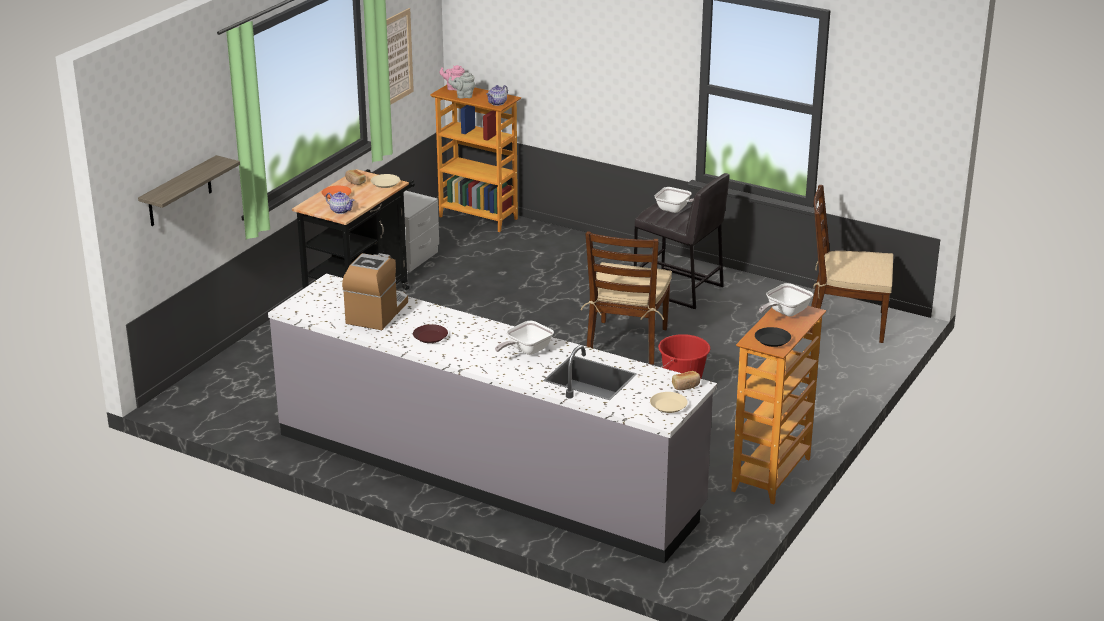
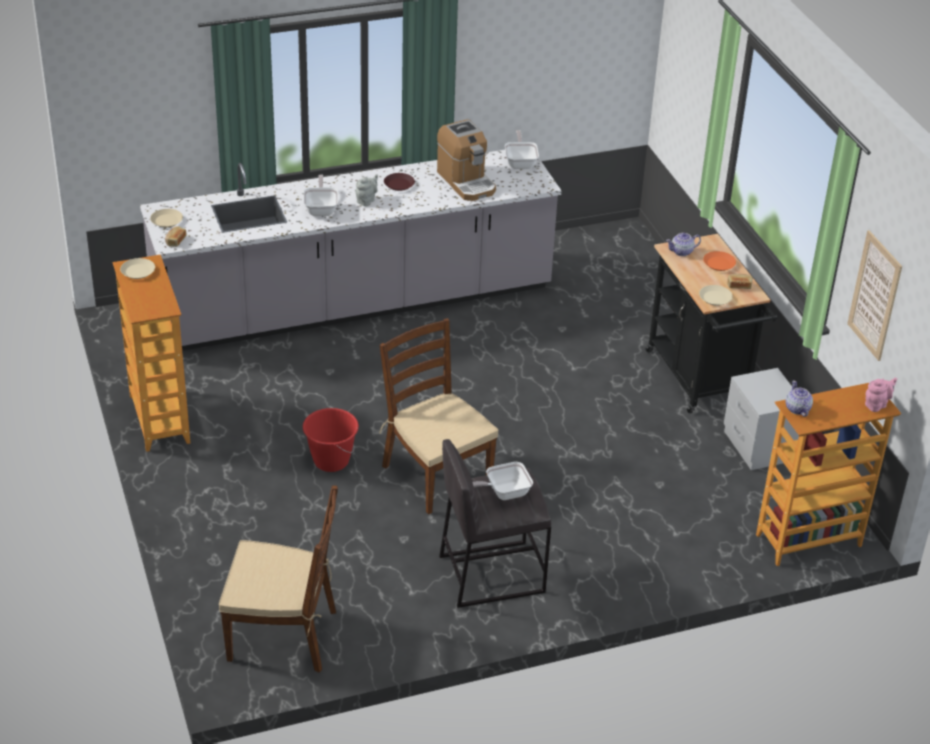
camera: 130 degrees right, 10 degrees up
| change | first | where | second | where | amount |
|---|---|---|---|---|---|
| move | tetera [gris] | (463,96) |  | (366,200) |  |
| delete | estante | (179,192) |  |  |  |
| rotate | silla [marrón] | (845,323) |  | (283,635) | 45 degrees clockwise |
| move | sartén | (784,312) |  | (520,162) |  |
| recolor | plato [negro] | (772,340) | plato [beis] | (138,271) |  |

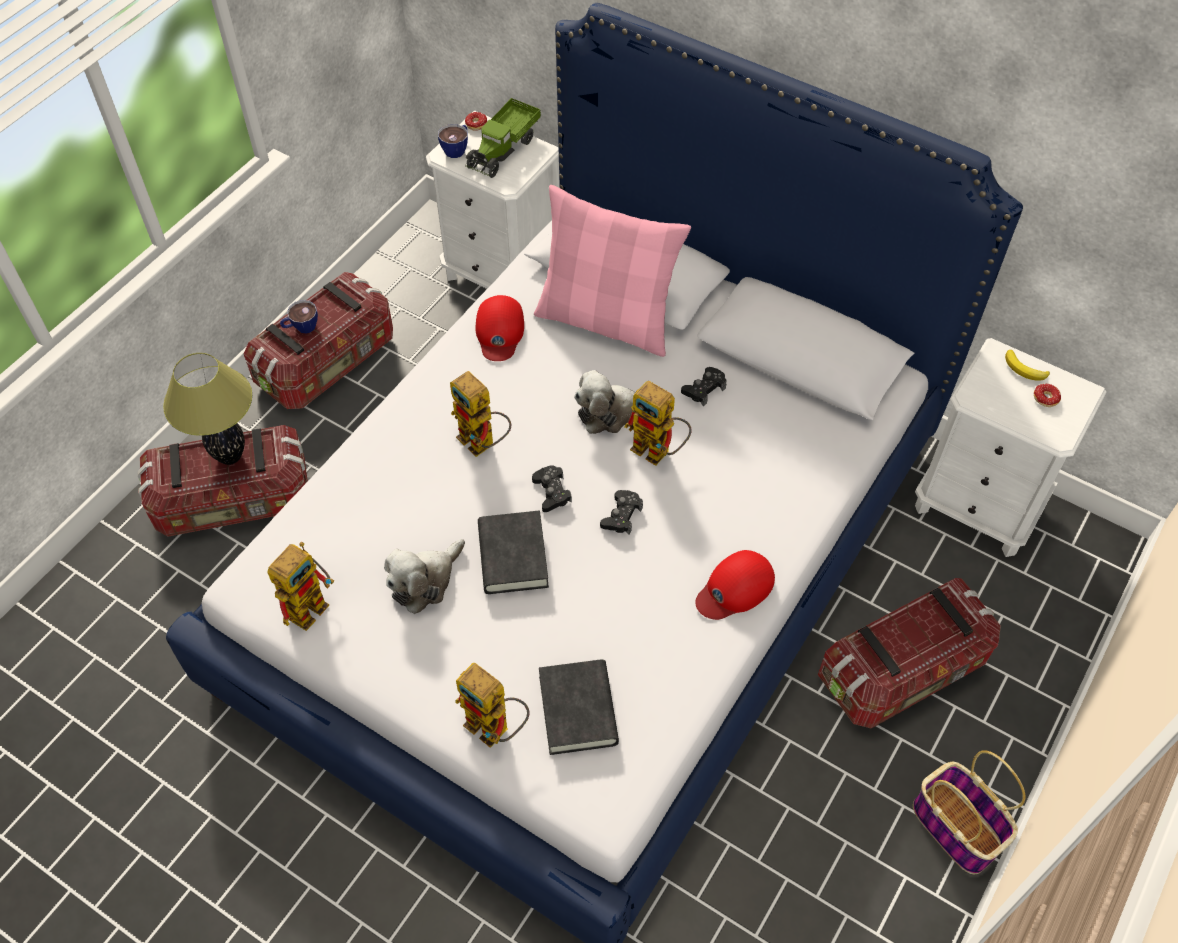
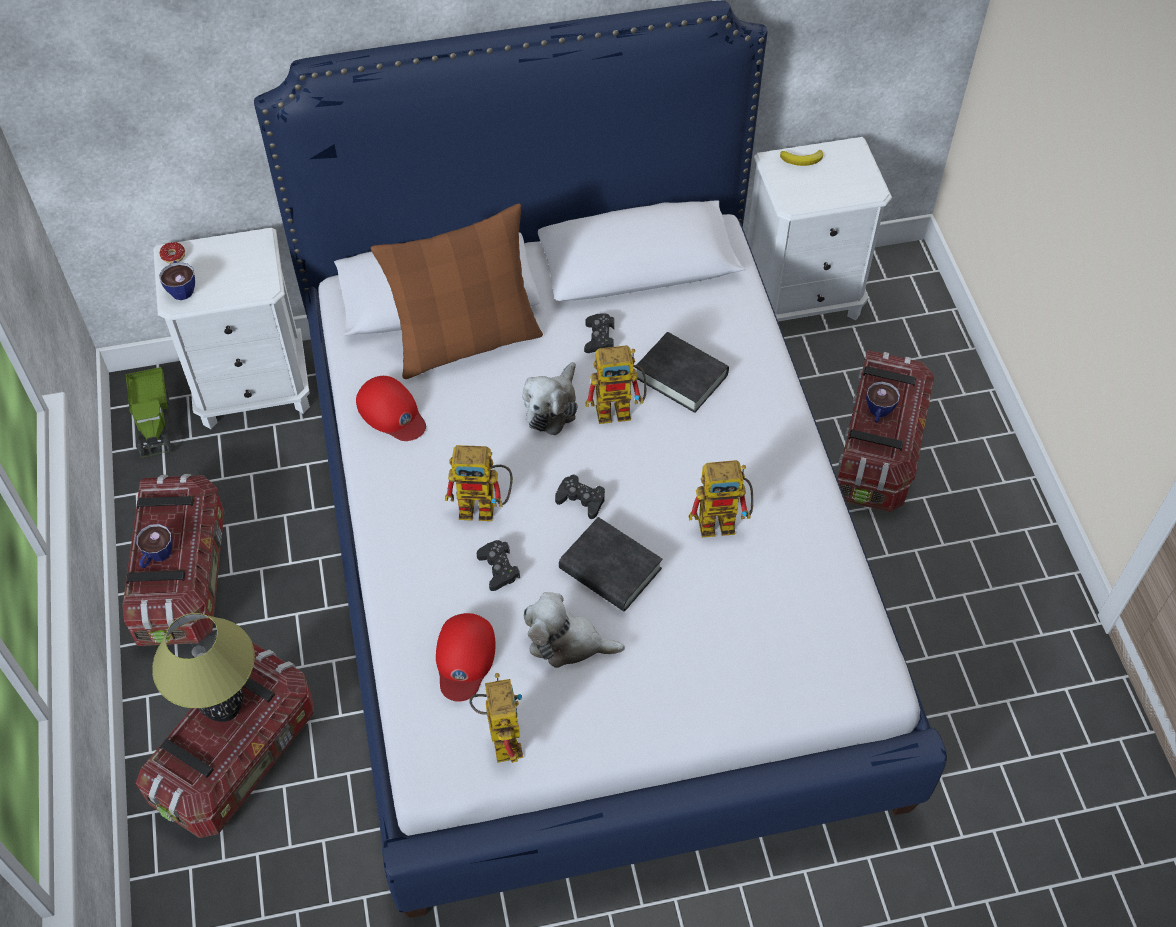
camera: 45 degrees left, 0 degrees up
| change | first | where | second | where | amount |
|---|---|---|---|---|---|
| move | camión de juguete | (504,150) |  | (154,421) |  |
| recolor | cojín [rosa] | (606,321) | cojín [marrón] | (466,341) |  |
| delete | rosquilla | (1042,400) |  |  |  |
| move | mando de consola [negro] | (621,516) |  | (498,568) |  |
| rotate | peluche | (425,581) |  | (567,642) | 105 degrees clockwise |
| move | gorra [rojo] | (735,588) |  | (464,658) |  |
| move | libro [negro] | (578,710) |  | (681,376) |  |
| move | robot de juguete | (495,729) |  | (724,521) |  |
| delete | cesta | (957,828) |  |  |  |
| insert |  |  | taza | (878,413) |  |

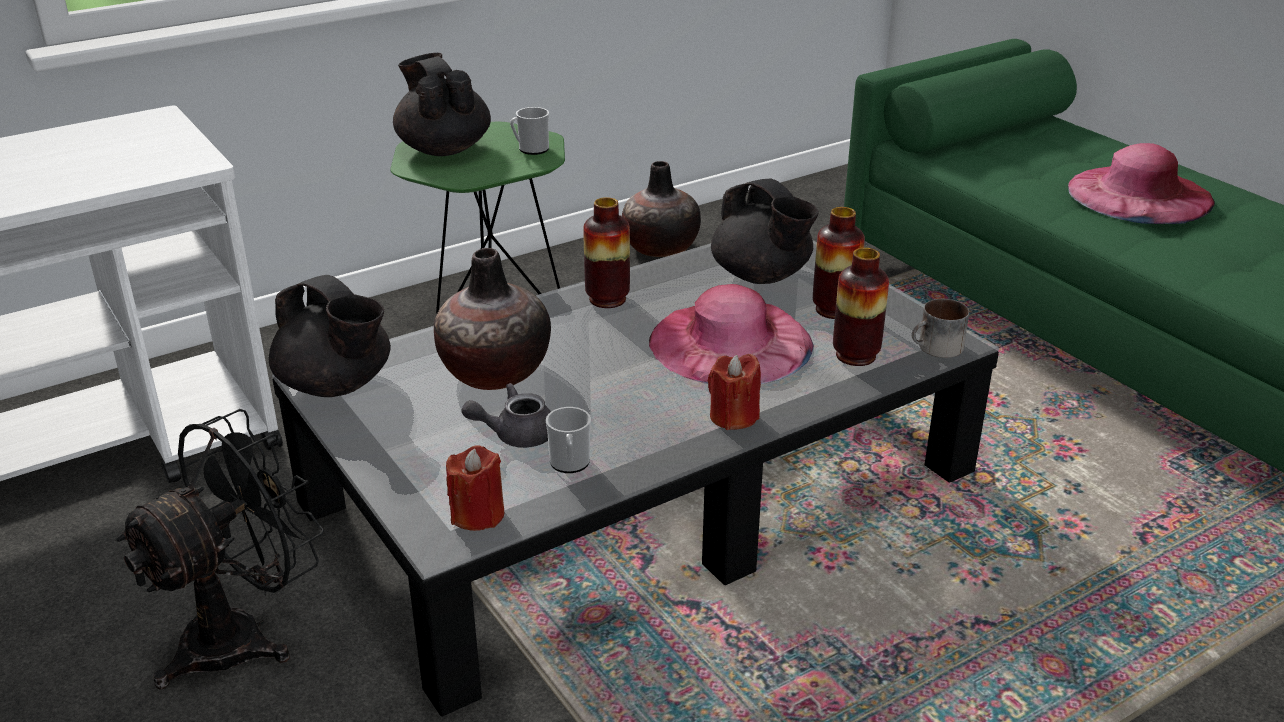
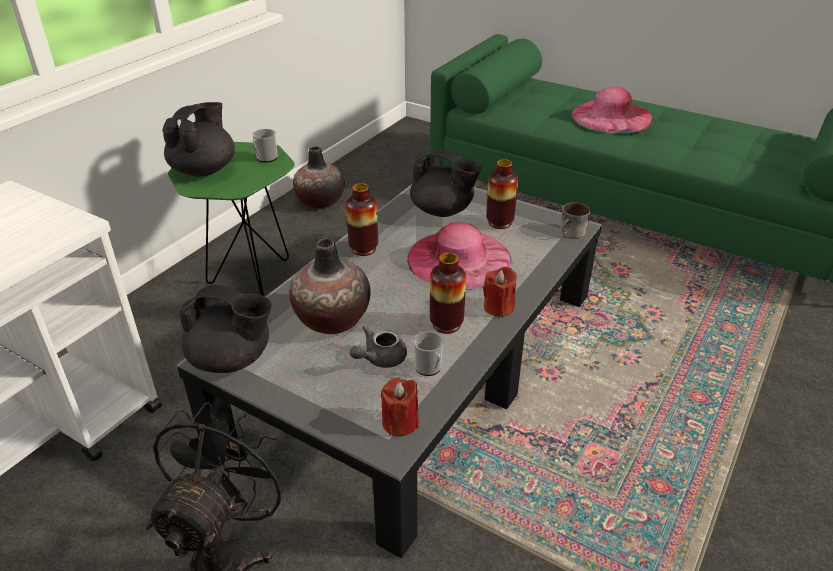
camera: 25 degrees left, 5 degrees up
| change | first | where | second | where | amount |
|---|---|---|---|---|---|
| rotate | tetera [negro] | (443,149) |  | (204,170) | 75 degrees clockwise |
| move | florero | (855,355) |  | (446,324) |  |

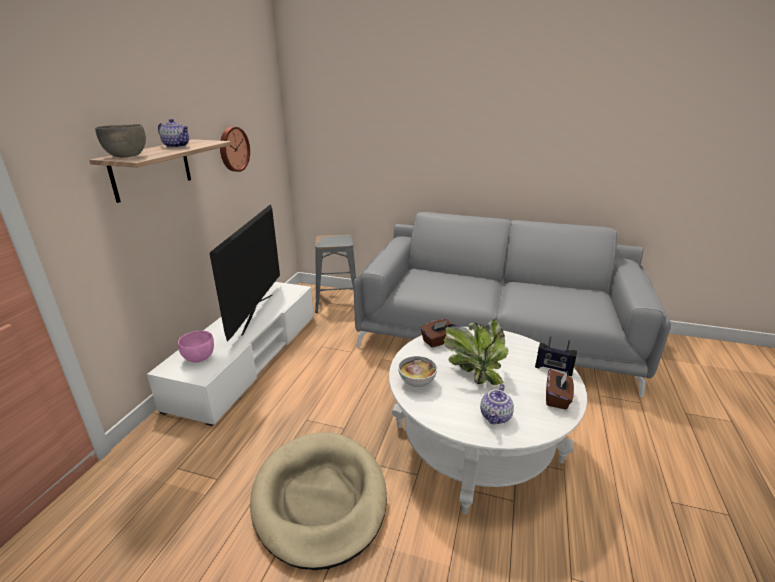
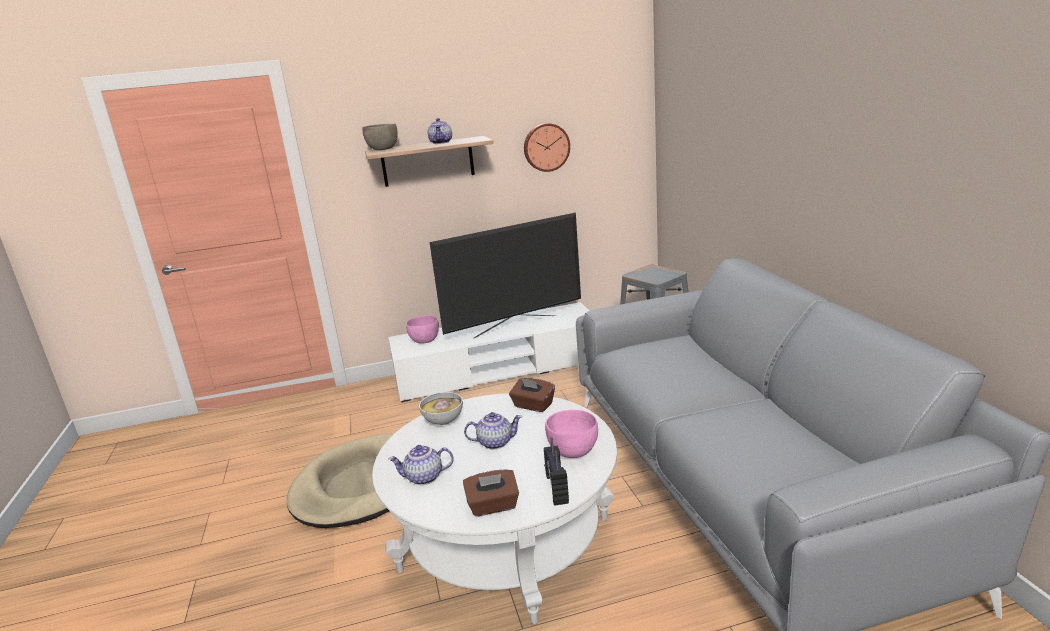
camera: 60 degrees right, 5 degrees down
| change | first | where | second | where | amount |
|---|---|---|---|---|---|
| replace | planta en maceta | (474,371) | tetera | (495,442) |  |
| insert |  |  | cuenco [rosa] | (573,452) |  |

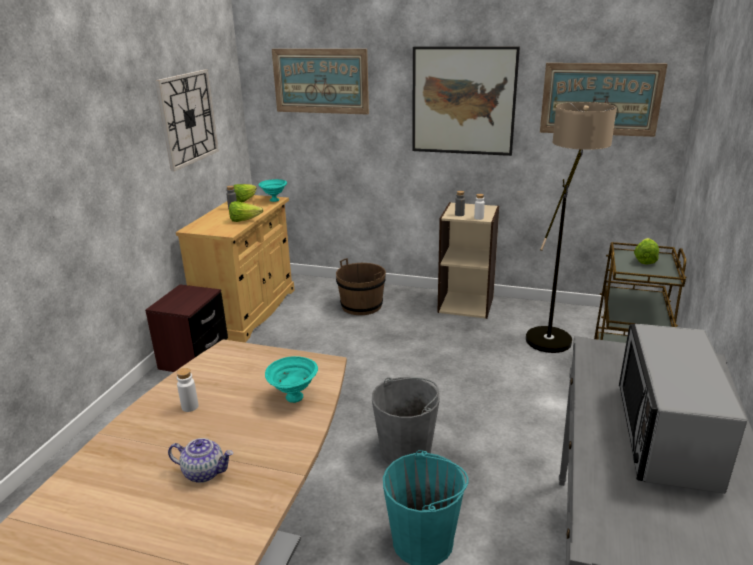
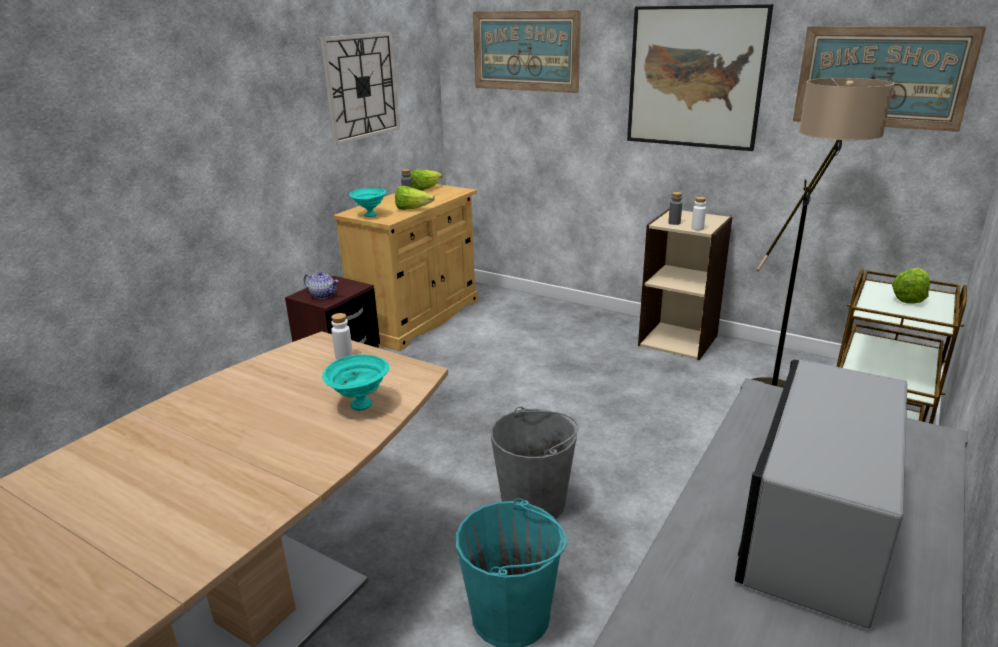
camera: 15 degrees right, 0 degrees up
| change | first | where | second | where | amount |
|---|---|---|---|---|---|
| move | cuenco [turquesa] | (274,200) |  | (370,215) |  |
| delete | cubo [marrón] | (361,306) |  |  |  |
| move | botella [blanco] | (190,407) |  | (344,357) |  |
| move | tetera | (204,472) |  | (323,295) |  |

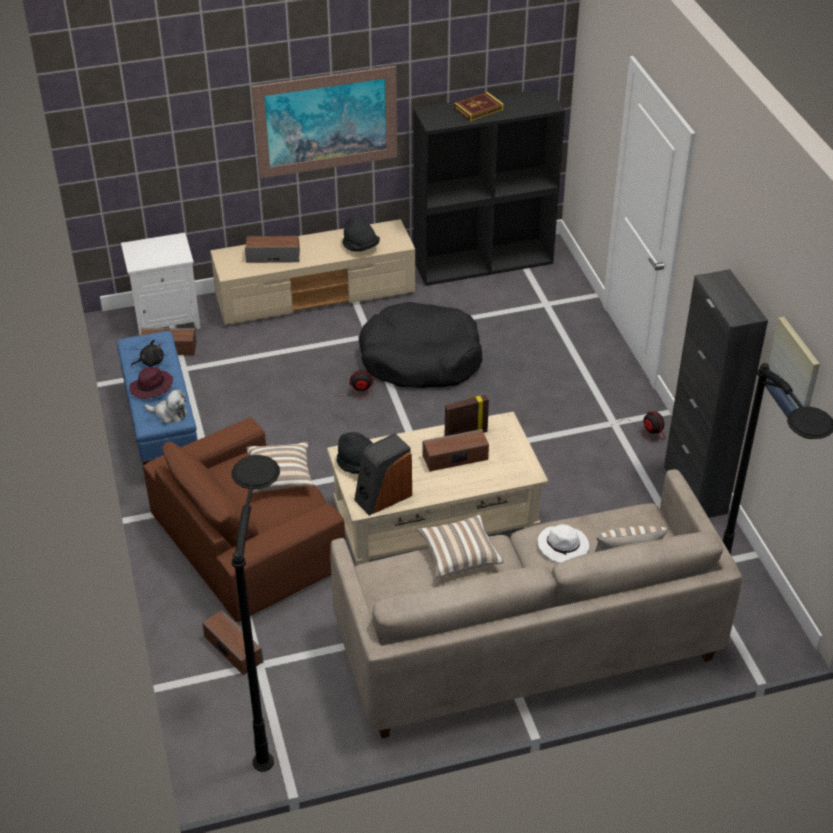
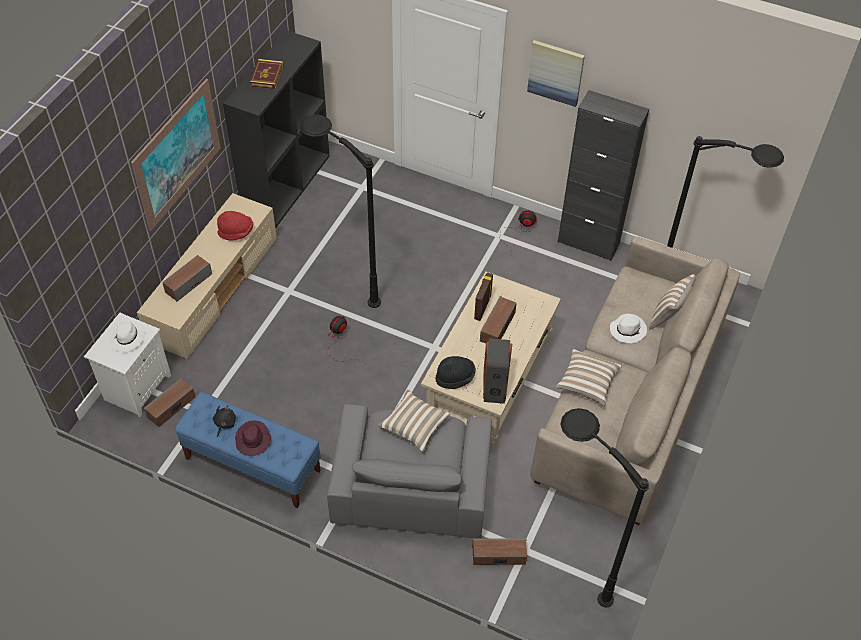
camera: 50 degrees left, 10 degrees up
| change | first | where | second | where | amount |
|---|---|---|---|---|---|
| recolor | sombrero [negro] | (360,247) | sombrero [rojo] | (236,232) |  |
| replace | cama para perro [negro] | (420,359) | lámpara de pie [negro] | (341,282) |  |
| move | cuadro | (793,374) |  | (556,72) |  |
| delete | peluche | (169,414) |  |  |  |
| recolor | sillón [marrón] | (248,540) | sillón [gris] | (411,484) |  |
| insert |  |  | sombrero [blanco] | (128,338) |  |

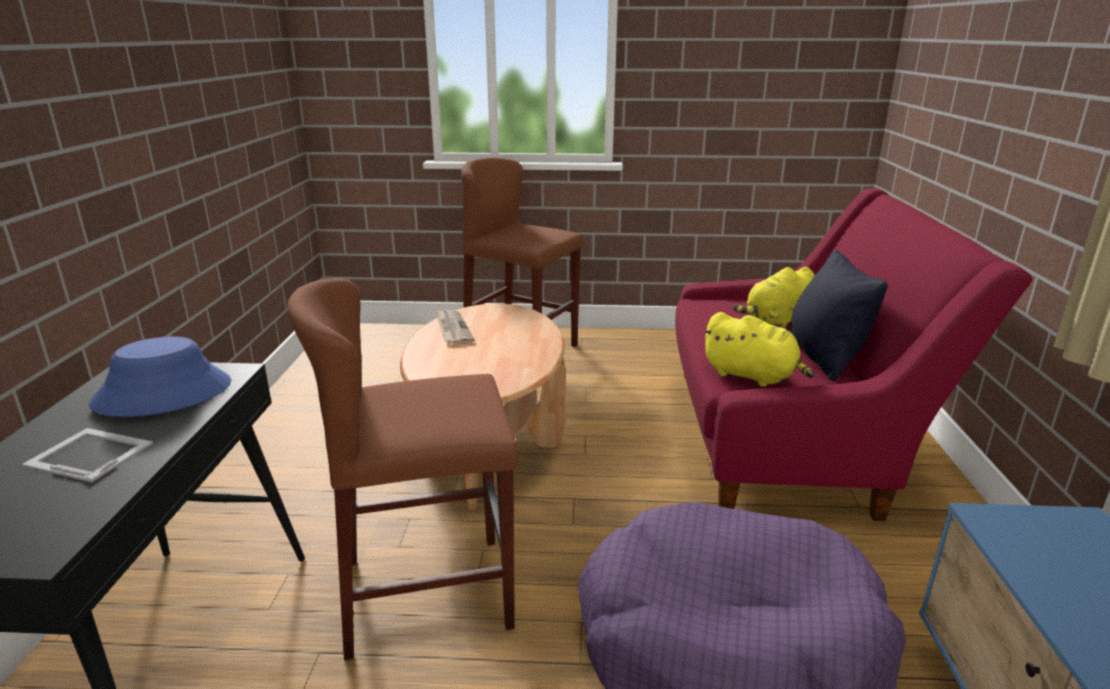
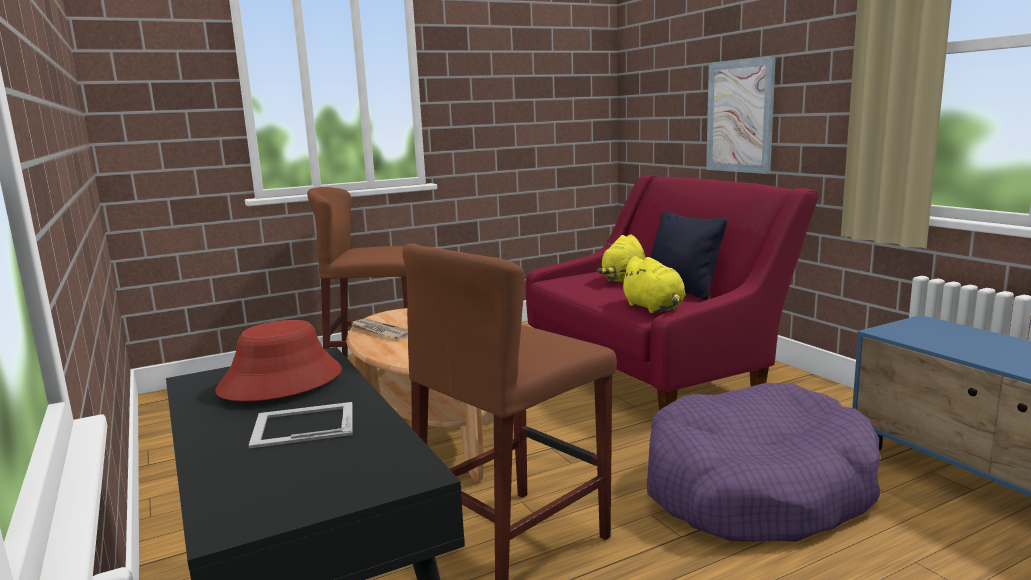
camera: 30 degrees left, 10 degrees down
| change | first | where | second | where | amount |
|---|---|---|---|---|---|
| rotate | peluche [amarillo] | (752,376) |  | (654,308) | 60 degrees clockwise |
| recolor | sombrero [azul] | (163,393) | sombrero [rojo] | (281,381) |  |
| insert |  |  | cuadro | (739,116) |  |

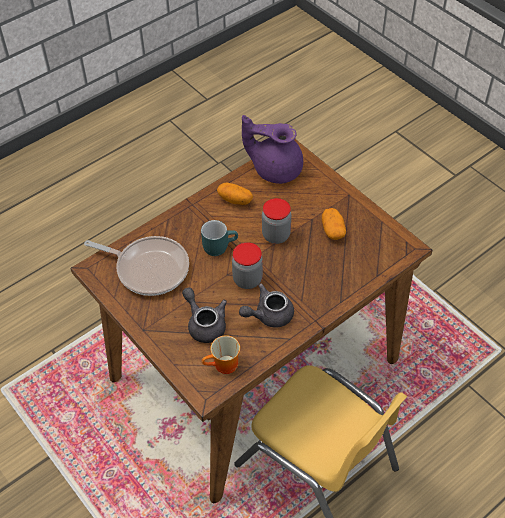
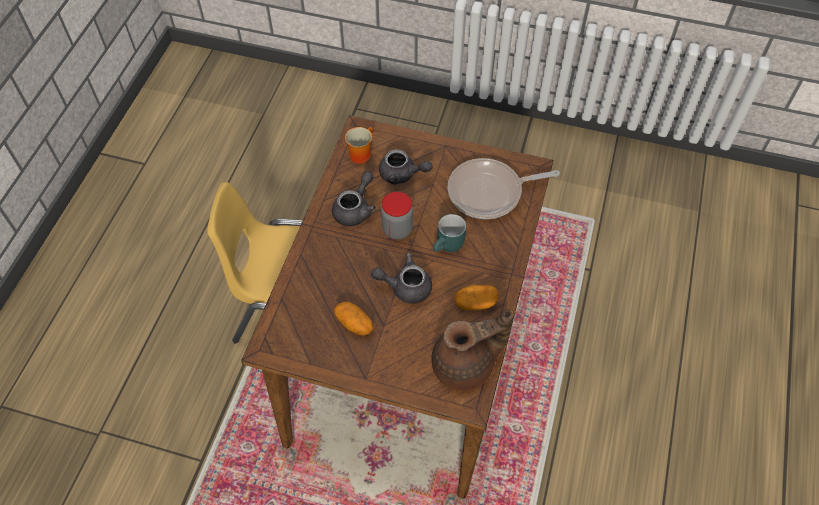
camera: 145 degrees right, 5 degrees up
| change | first | where | second | where | amount |
|---|---|---|---|---|---|
| recolor | tetera [morado] | (275,169) | tetera [marrón] | (466,365) |  |
| replace | tarro | (276,235) | tetera [gris] | (405,287) |  |

